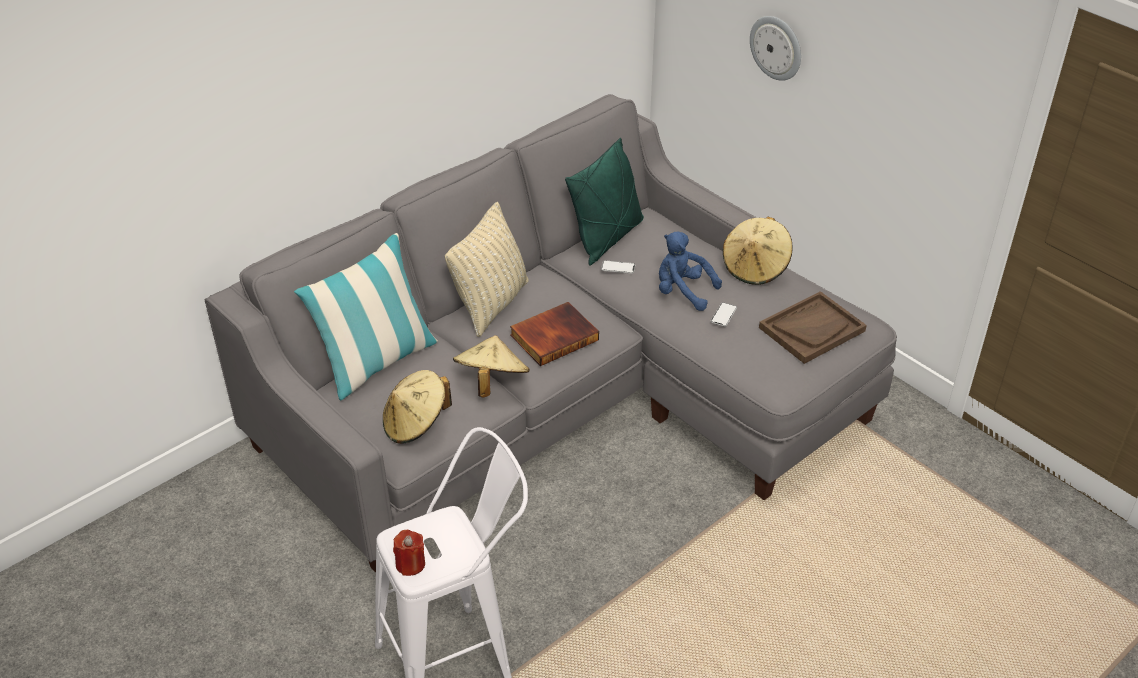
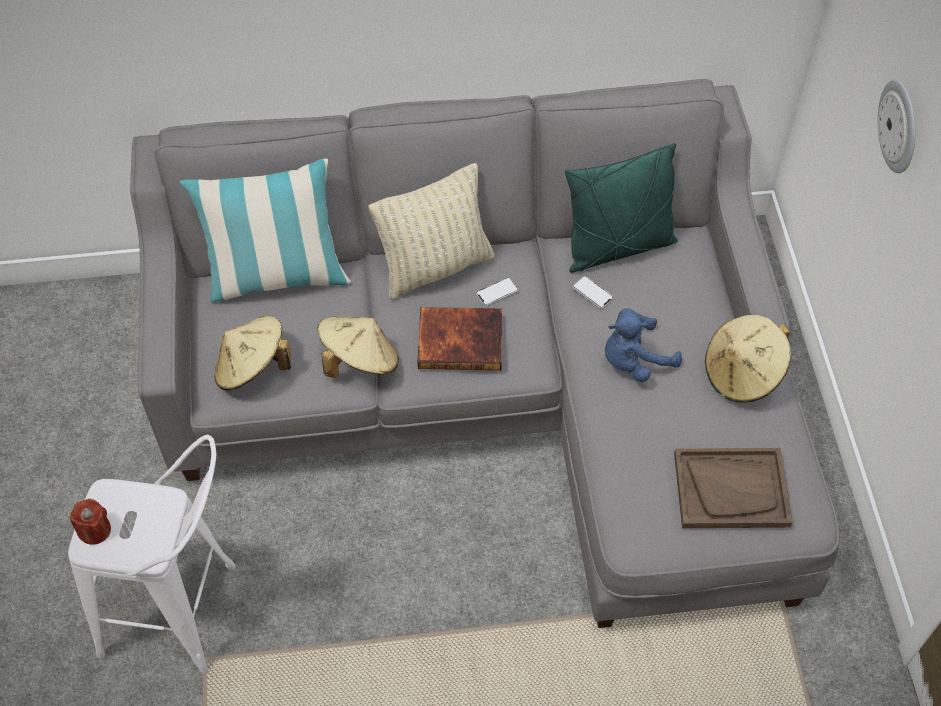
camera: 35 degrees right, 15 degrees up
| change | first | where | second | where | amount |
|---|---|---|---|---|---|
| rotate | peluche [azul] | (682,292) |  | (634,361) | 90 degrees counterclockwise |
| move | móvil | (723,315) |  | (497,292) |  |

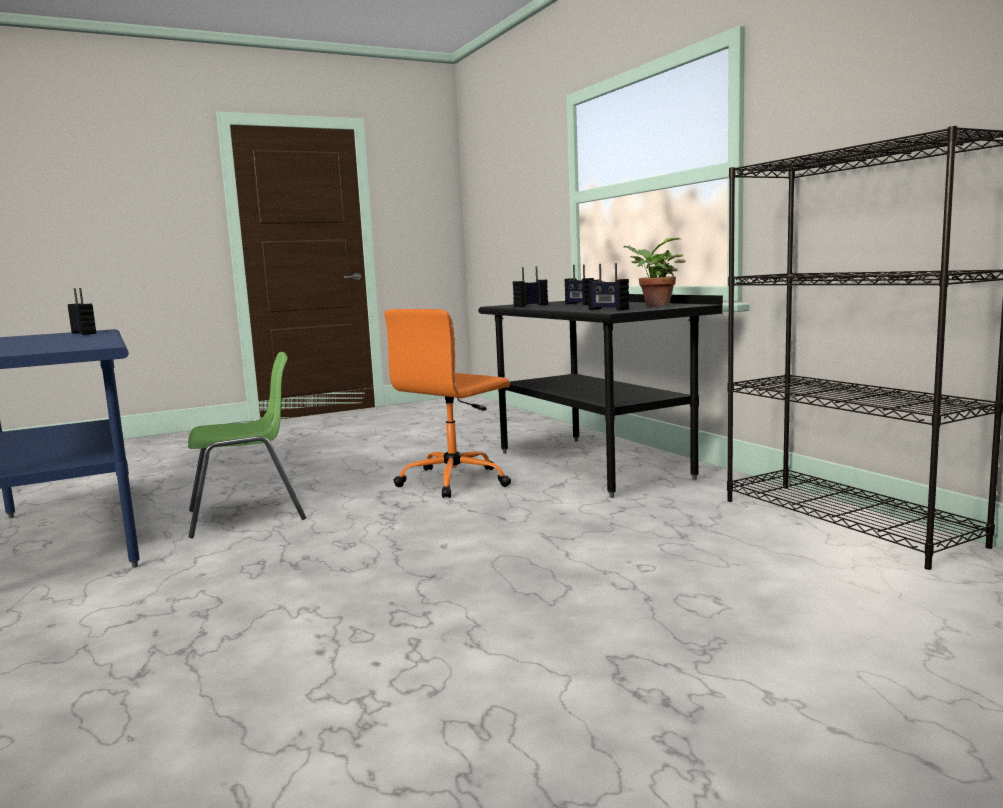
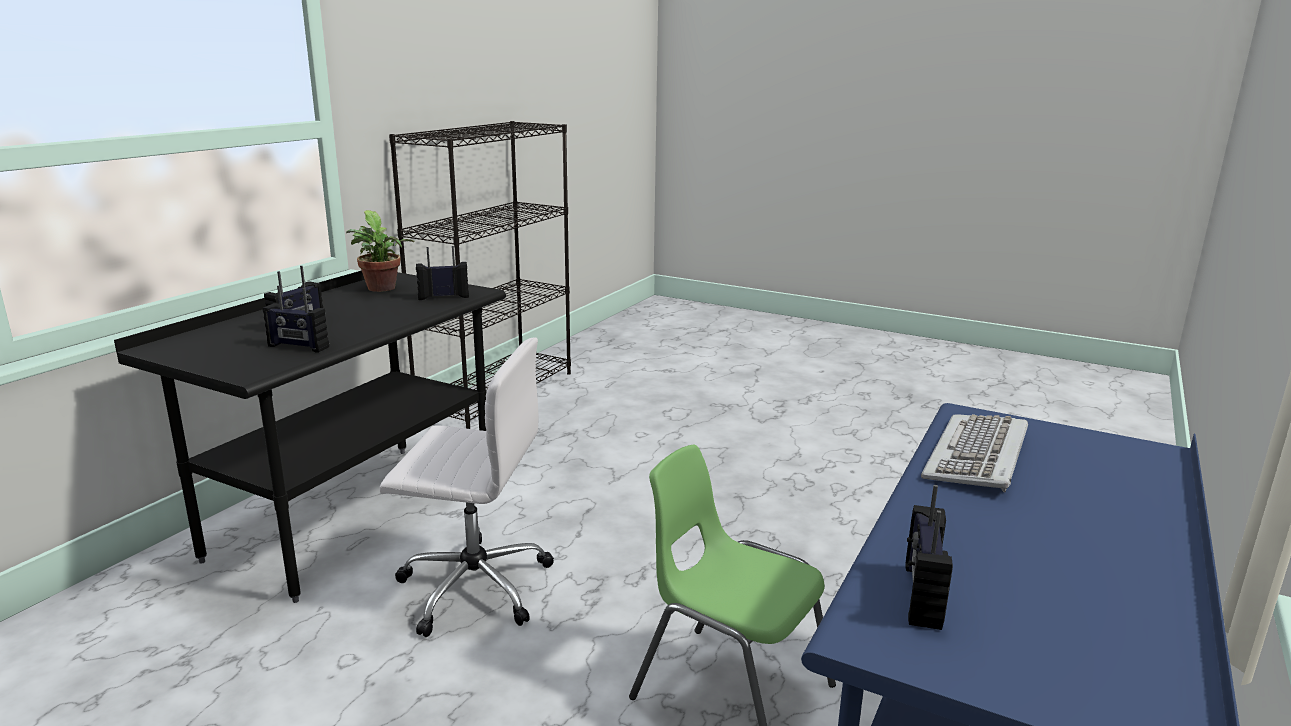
camera: 125 degrees left, 10 degrees up
| change | first | where | second | where | amount |
|---|---|---|---|---|---|
| rotate | radio | (608,309) |  | (443,297) | 120 degrees counterclockwise |
| recolor | silla de oficina [naranja] | (455,481) | silla de oficina [blanco] | (472,586) |  |
| insert |  |  | teclado | (978,457) |  |

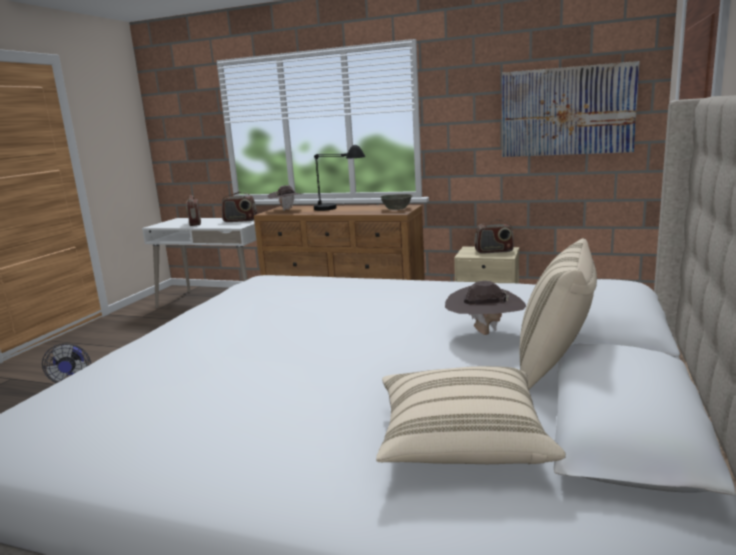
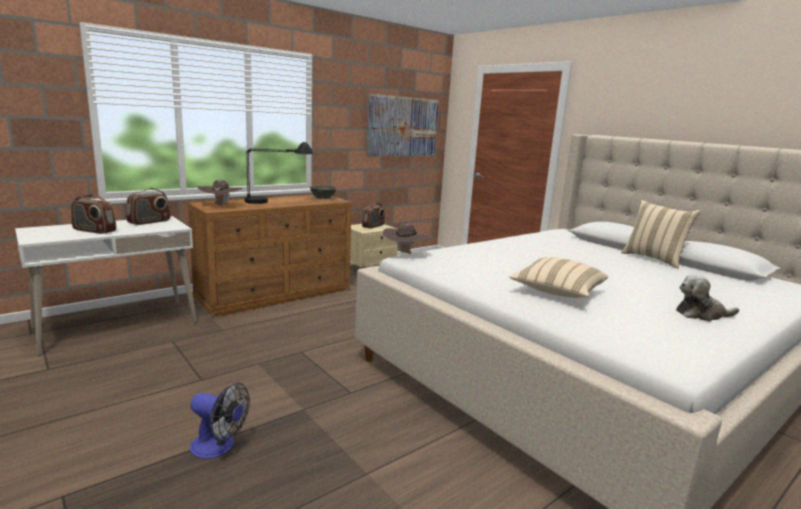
camera: 60 degrees left, 0 degrees up
| change | first | where | second | where | amount |
|---|---|---|---|---|---|
| move | sombrero [marrón] | (484,334) |  | (405,254) |  |
| move | cojín [beis] | (461,442) |  | (557,292) |  |
| insert |  |  | peluche | (701,314) |  |

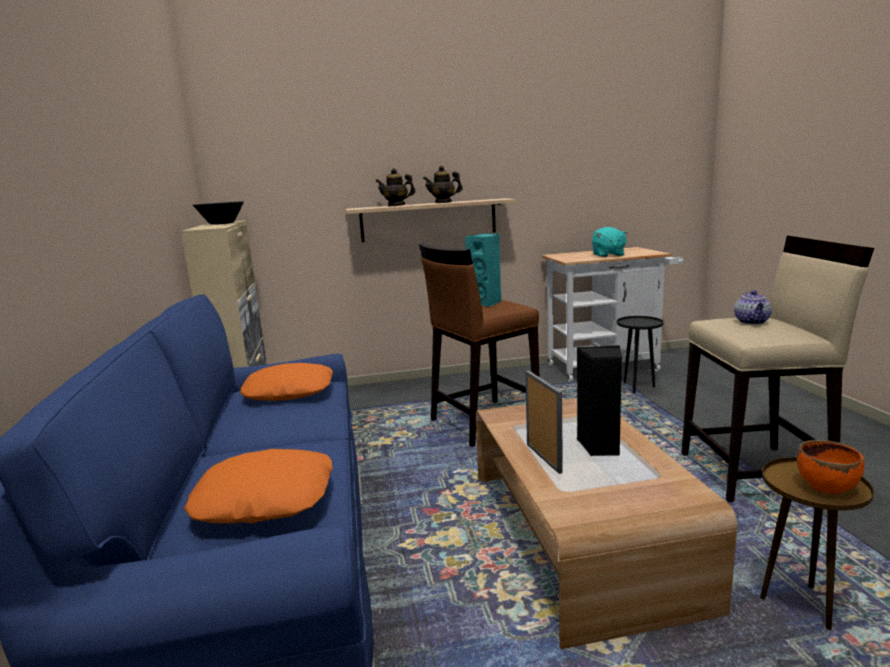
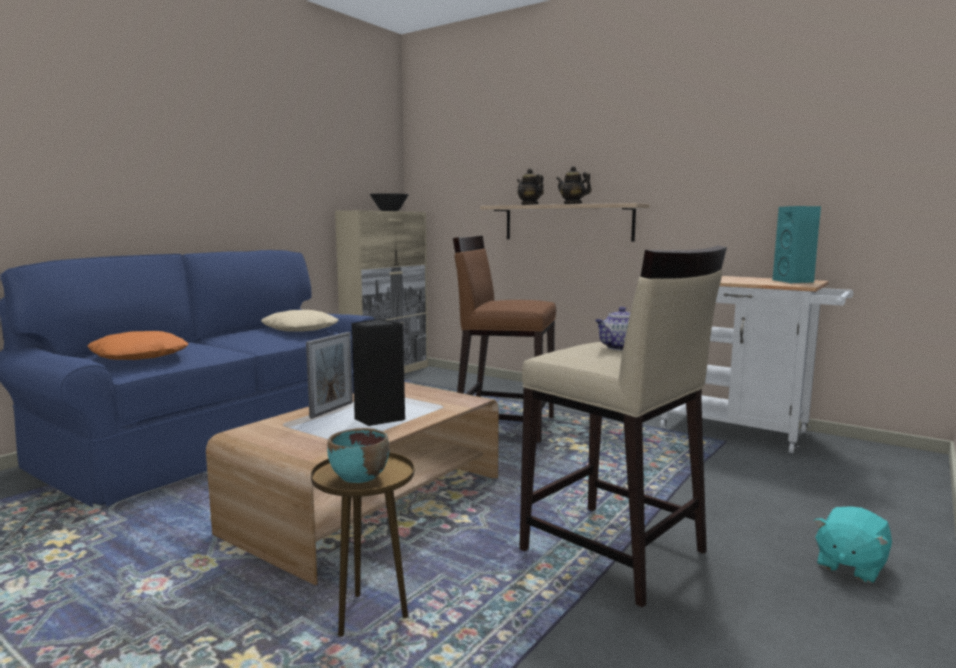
camera: 45 degrees right, 5 degrees down
| change | first | where | second | where | amount |
|---|---|---|---|---|---|
| move | peluche [turquesa] | (608,255) |  | (849,565) |  |
| move | altavoz [turquesa] | (486,303) |  | (794,281) |  |
| delete | mesa auxiliar [negro] | (637,388) |  |  |  |
| recolor | cojín [naranja] | (289,391) | cojín [beis] | (300,329) |  |
| recolor | cuenco [naranja] | (826,486) | cuenco [turquesa] | (359,476) |  |

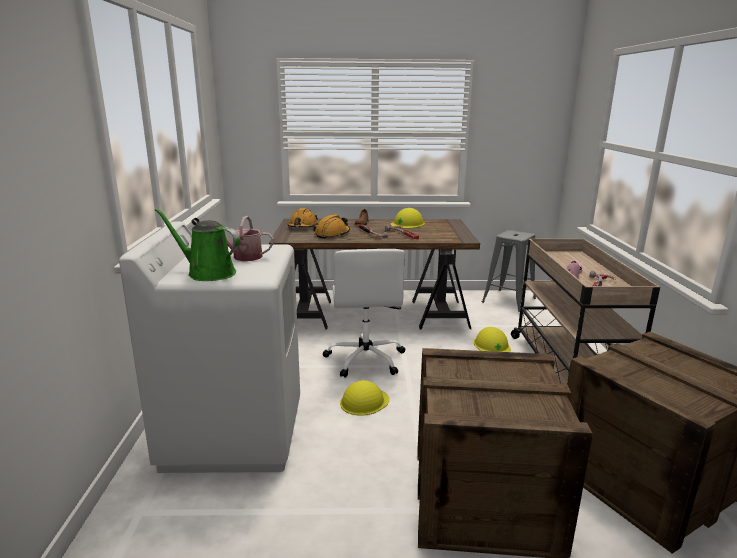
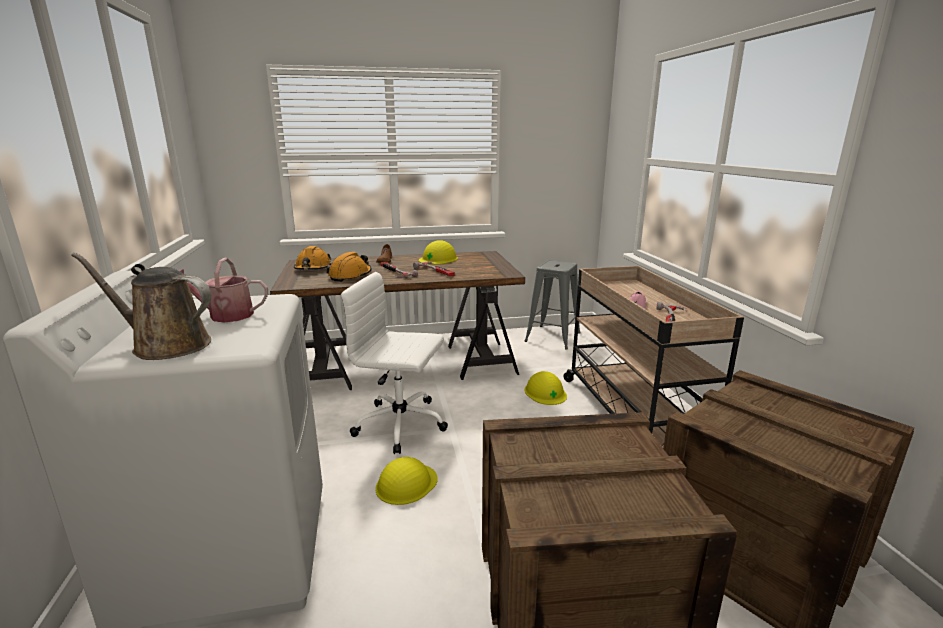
camera: 10 degrees left, 0 degrees up
| change | first | where | second | where | amount |
|---|---|---|---|---|---|
| recolor | regadera [verde] | (207,273) | regadera [marrón] | (166,345) |  |
| rotate | silla de oficina [blanco] | (365,359) |  | (402,424) | 120 degrees clockwise |

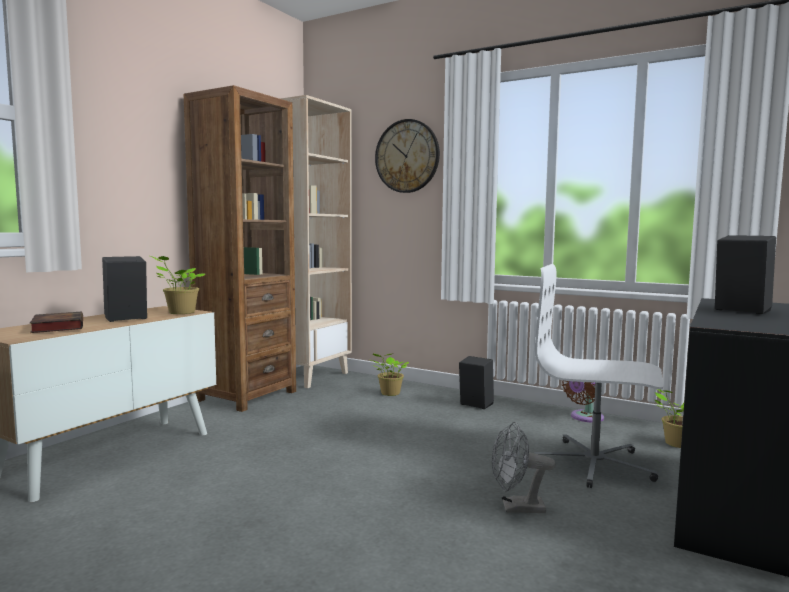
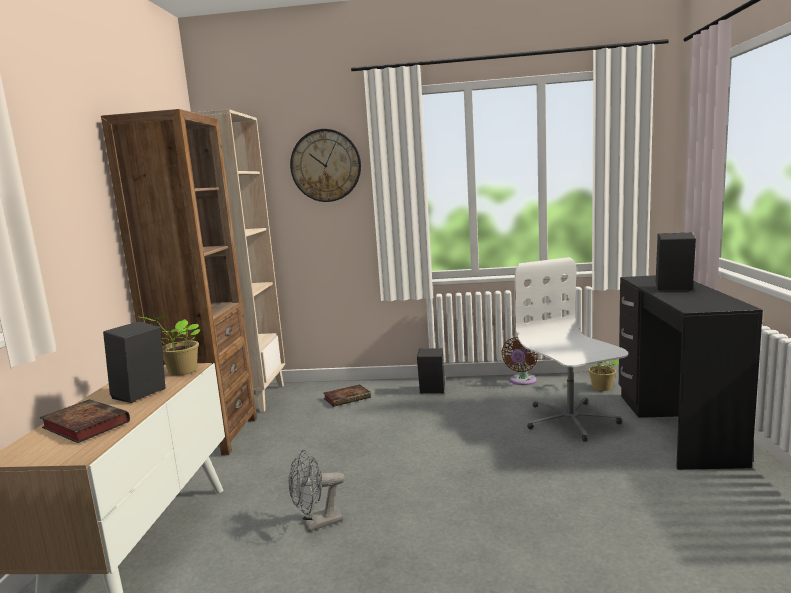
camera: 25 degrees left, 5 degrees up
| change | first | where | second | where | amount |
|---|---|---|---|---|---|
| rotate | silla de oficina [blanco] | (594,464) |  | (569,420) | 75 degrees clockwise |
| replace | planta en maceta | (389,393) | libro | (348,398) |  |
| move | ventilador [gris] | (516,508) |  | (317,523) |  |

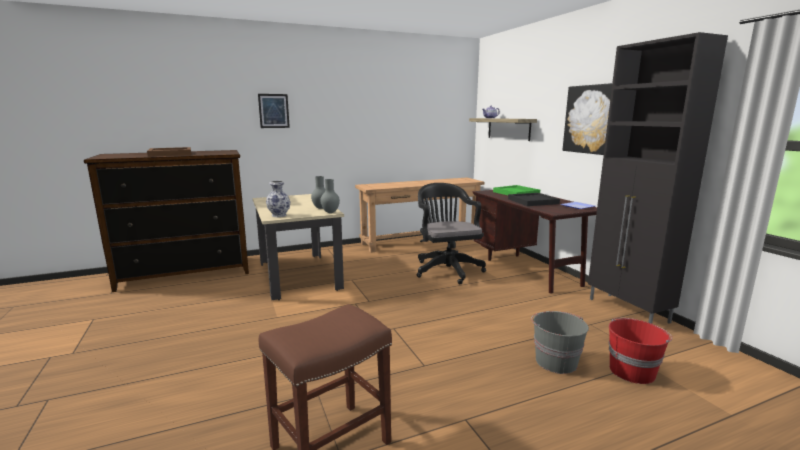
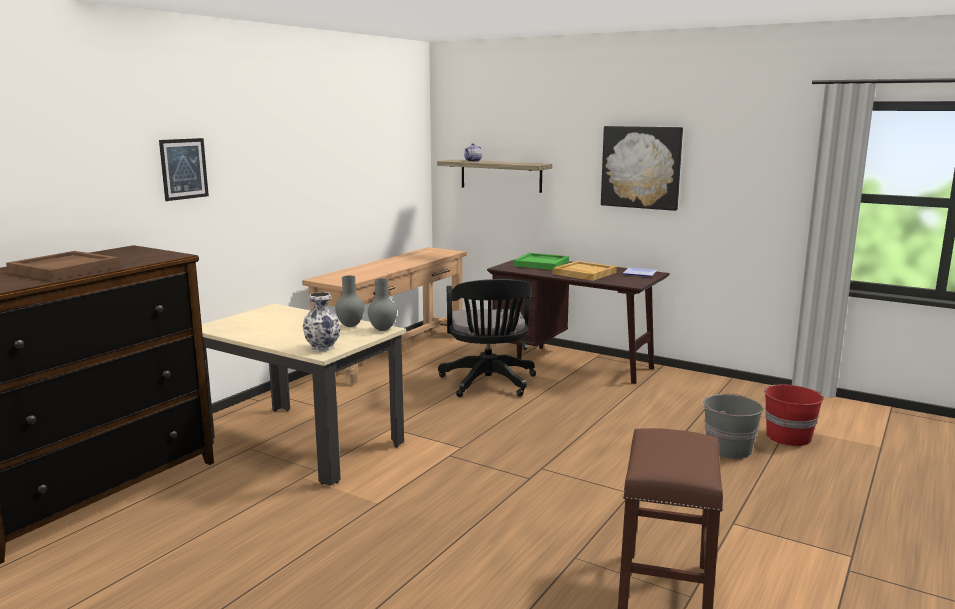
camera: 35 degrees left, 0 degrees up
| change | first | where | second | where | amount |
|---|---|---|---|---|---|
| delete | armario [negro] | (628,311) |  |  |  |
| rotate | silla de oficina [negro] | (446,269) |  | (488,384) | 135 degrees counterclockwise |
| recolor | bandeja [negro] | (532,201) | bandeja [beis] | (583,273) |  |

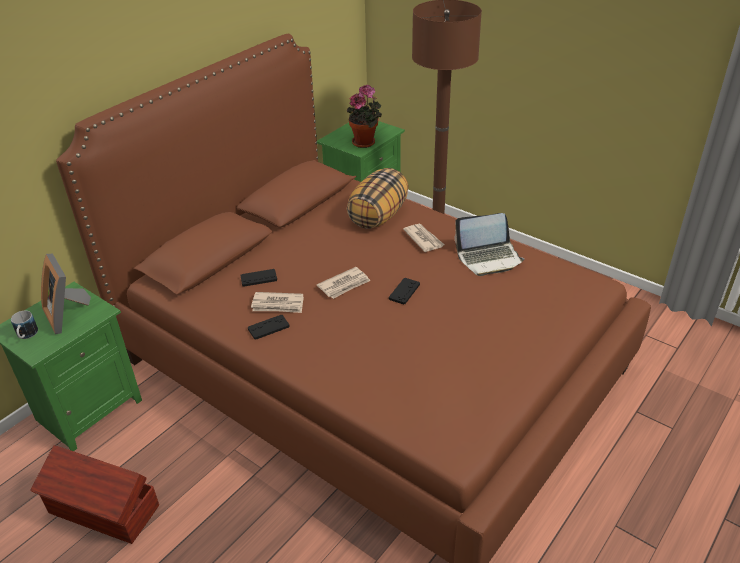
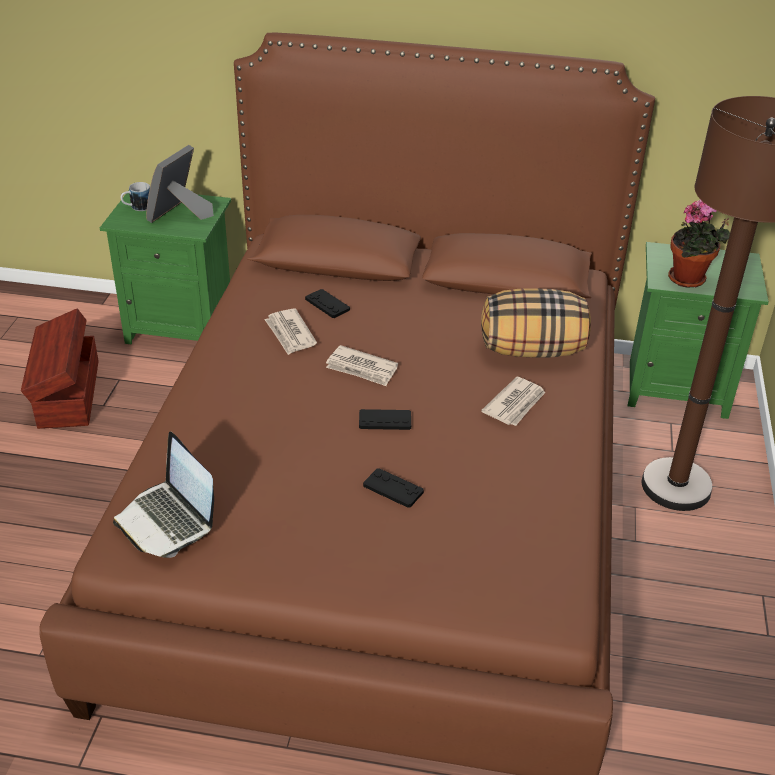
camera: 60 degrees right, 0 degrees up
| change | first | where | second | where | amount |
|---|---|---|---|---|---|
| move | portátil | (489,258) |  | (167,520) |  |
| move | mando de consola [negro] | (268,328) |  | (393,489) |  |

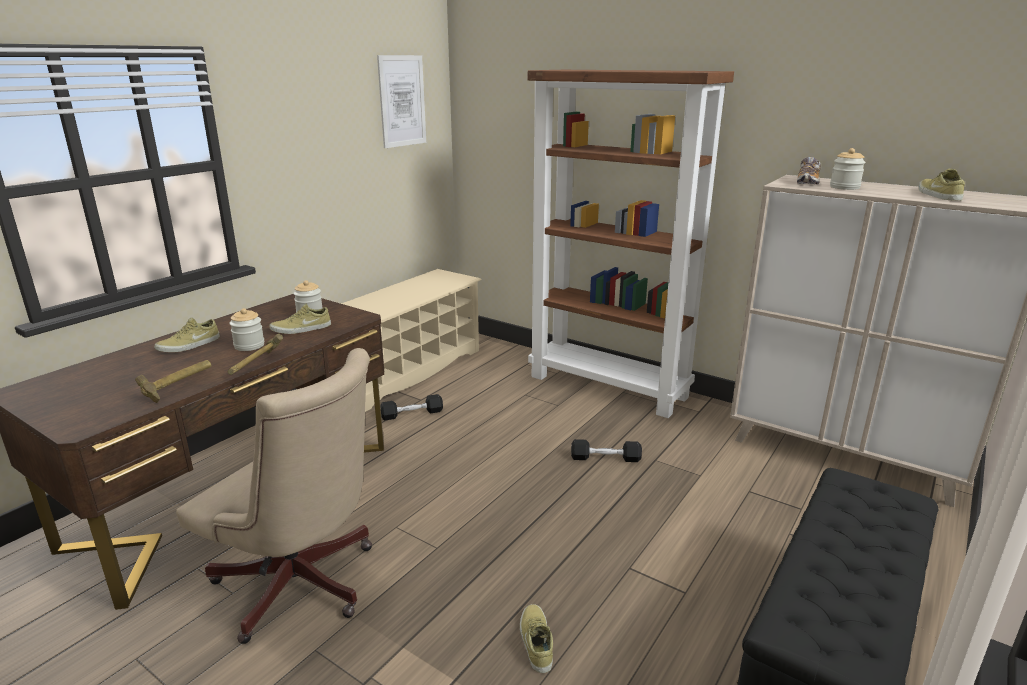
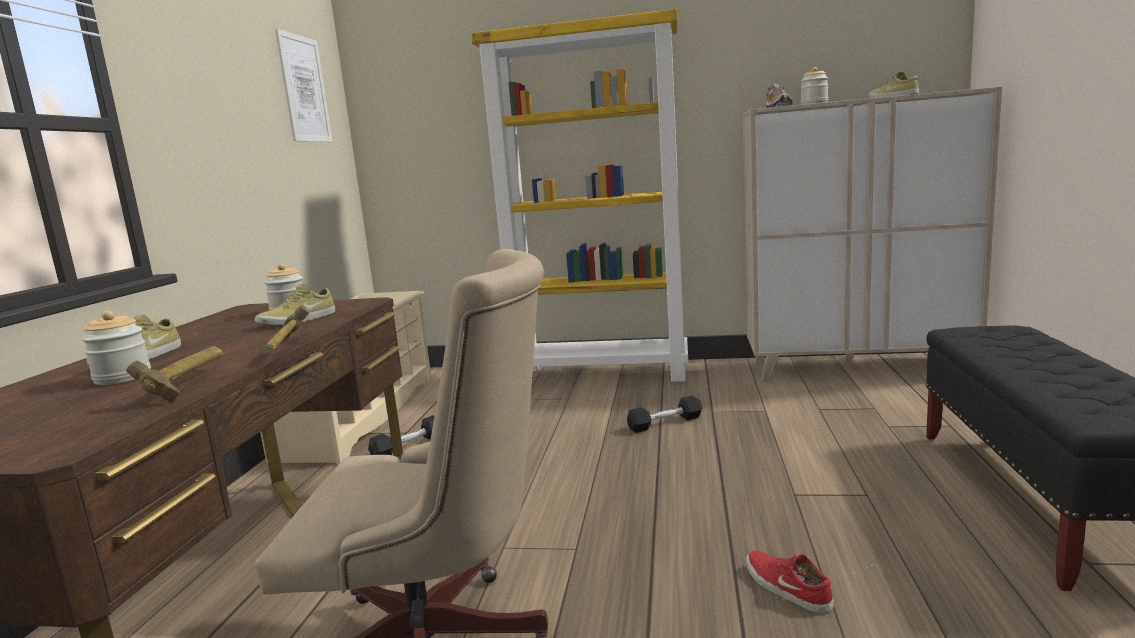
camera: 25 degrees left, 10 degrees down
| change | first | where | second | where | amount |
|---|---|---|---|---|---|
| recolor | estantería [marrón] | (609,386) | estantería [amarillo] | (602,374) |  |
| move | tarro | (249,345) |  | (123,377) |  |
| recolor | zapato [beis] | (535,641) | zapato [rojo] | (786,588) |  |

